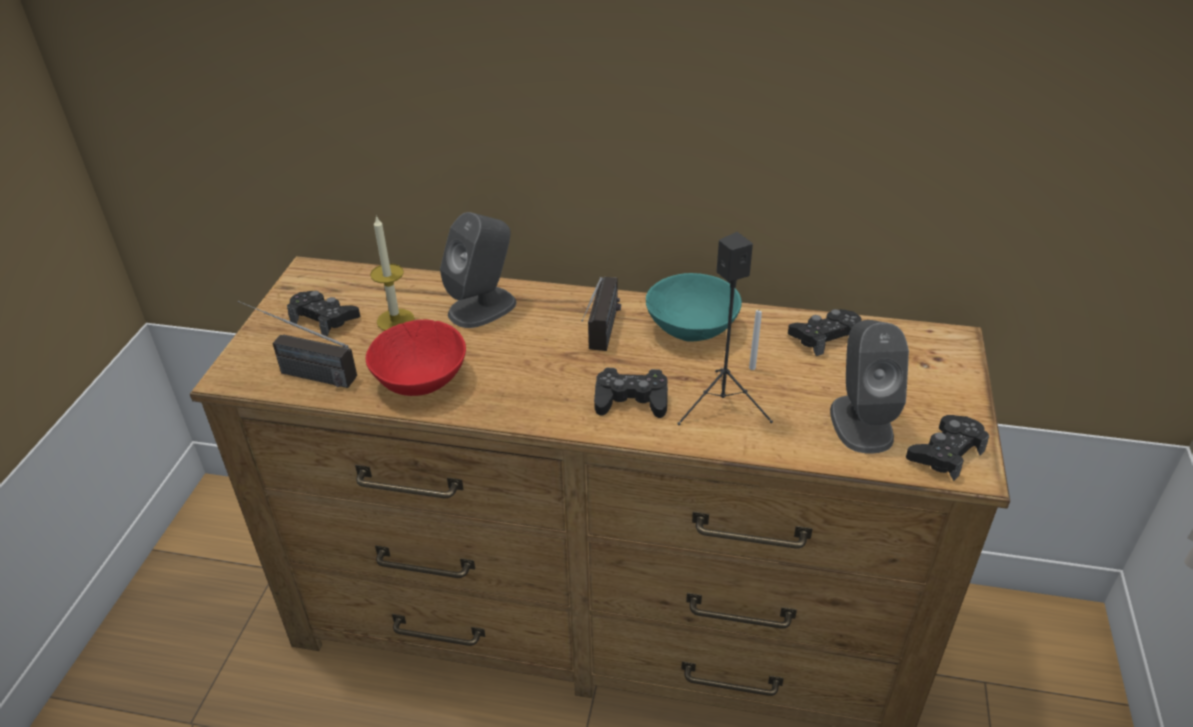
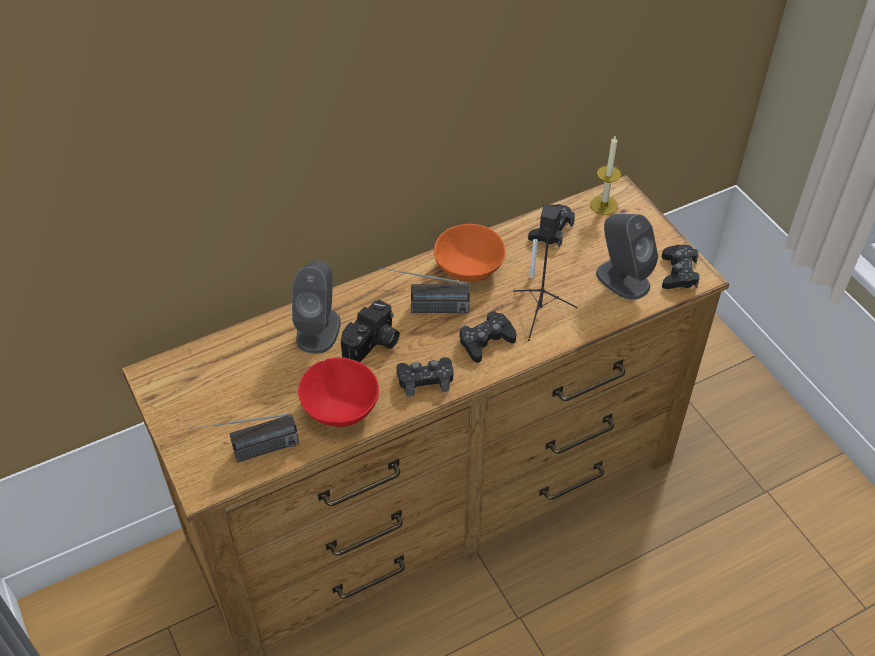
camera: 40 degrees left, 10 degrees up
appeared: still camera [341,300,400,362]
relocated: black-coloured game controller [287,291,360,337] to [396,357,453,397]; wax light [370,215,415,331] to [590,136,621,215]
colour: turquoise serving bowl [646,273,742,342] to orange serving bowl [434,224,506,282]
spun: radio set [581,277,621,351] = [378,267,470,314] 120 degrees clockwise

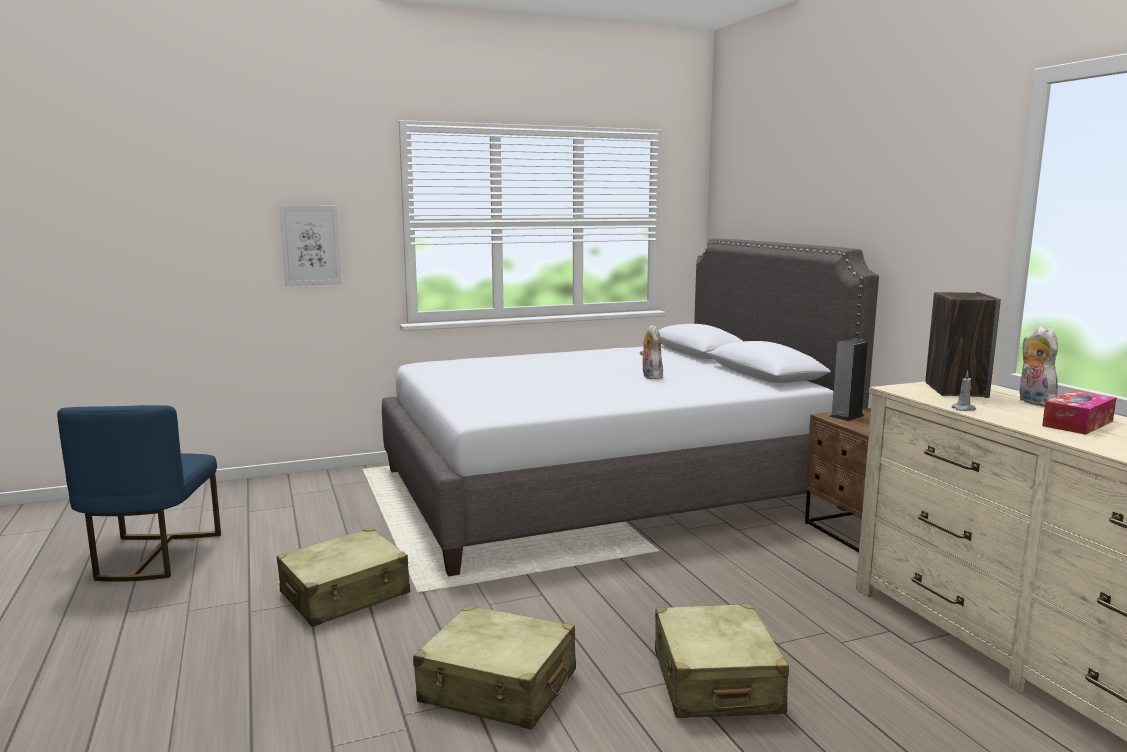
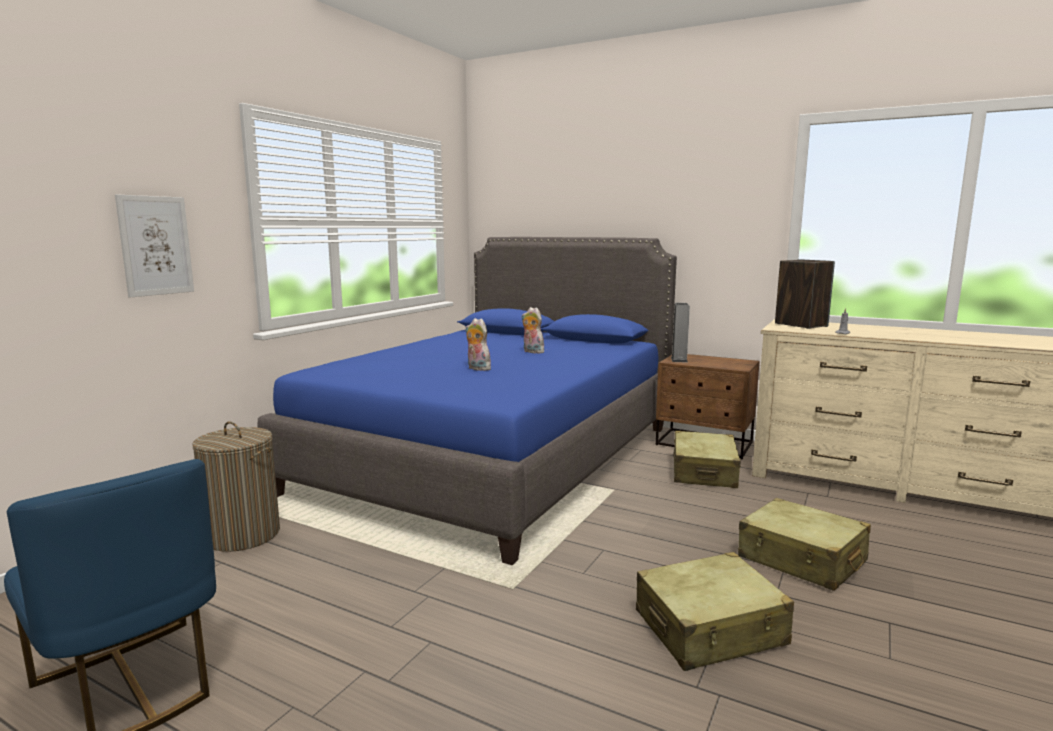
camera: 40 degrees left, 0 degrees up
missing: tissue box [1042,391,1117,435]
appeared: hamper [192,422,280,552]
relocated: beige-coloured piece of luggage [277,528,410,627] to [673,431,741,488]; cuddly toy [1019,326,1058,406] to [465,318,491,371]
colour: greyish bedroom bed [382,239,879,577] to bluish bedroom bed [257,237,677,565]

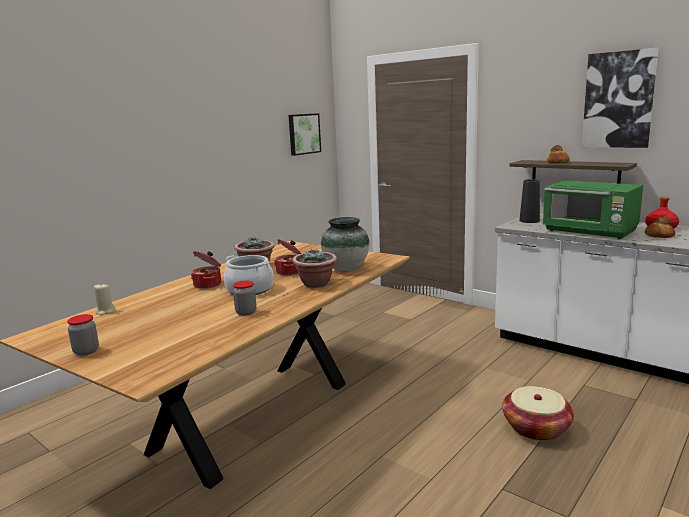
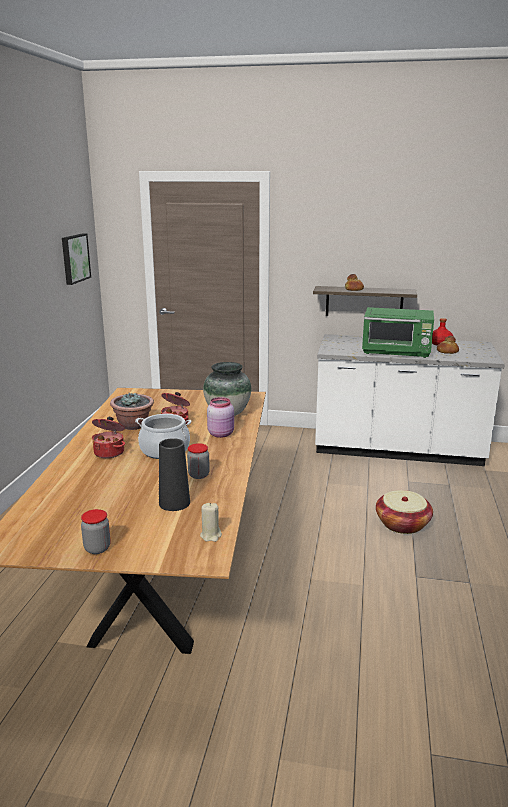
camera: 30 degrees left, 5 degrees up
missing: wall picture [582,48,659,148]
relocated: beige-coloured wax light [94,283,115,315] to [200,503,222,542]; black-coloured decorative vase [519,179,540,223] to [159,438,190,511]
exchanged: plant in a pot [292,249,337,288] to pinkish jar [207,397,234,438]

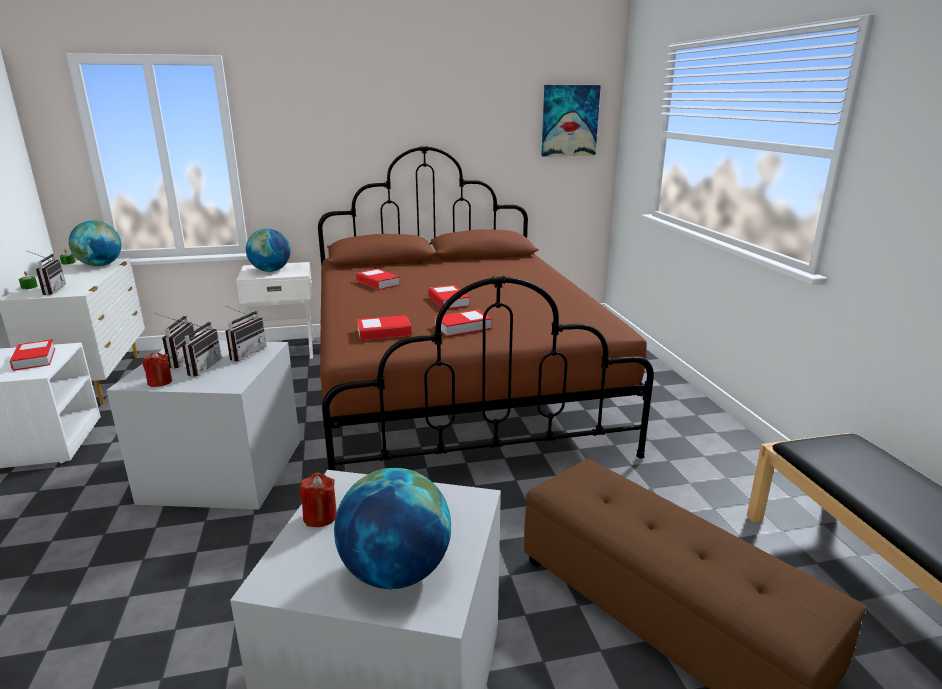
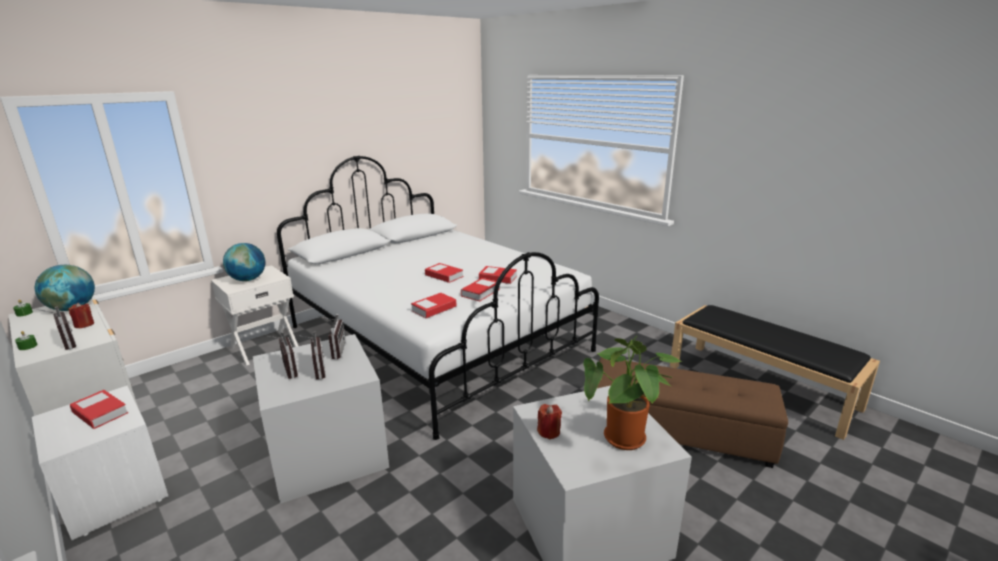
camera: 30 degrees left, 0 degrees up
missing: wall picture [541,85,601,157]
relocated: red-coloured wax light [142,352,172,387] to [68,303,94,328]; book [356,269,400,290] to [479,266,517,284]
exchanged: world globe [334,468,451,589] to plant in a pot [583,335,683,450]
colour: brown bedroom bed [318,146,654,471] to white bedroom bed [277,156,599,440]

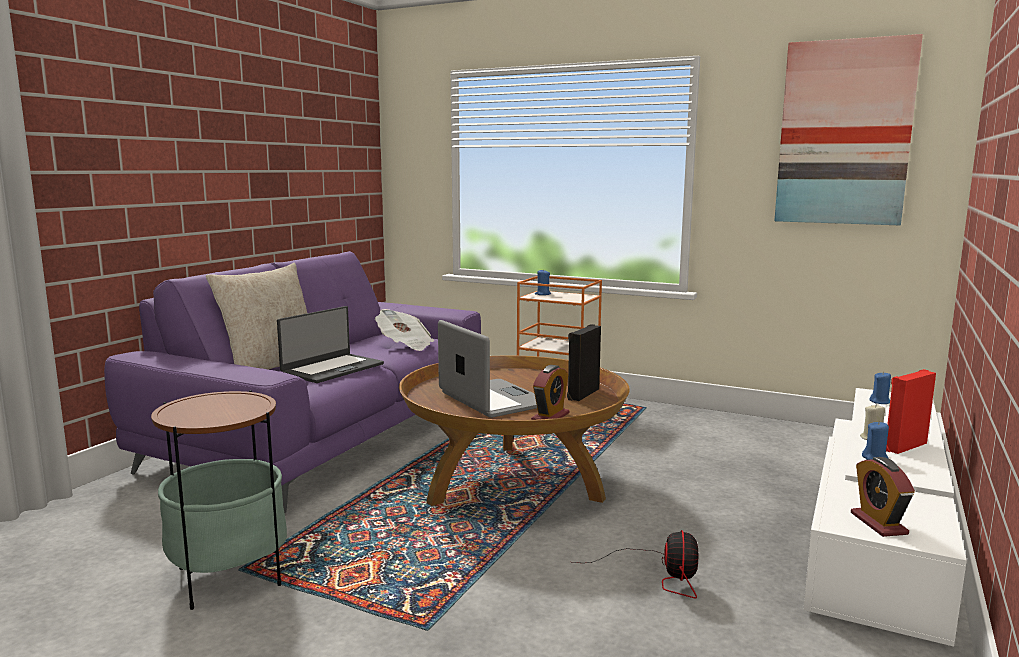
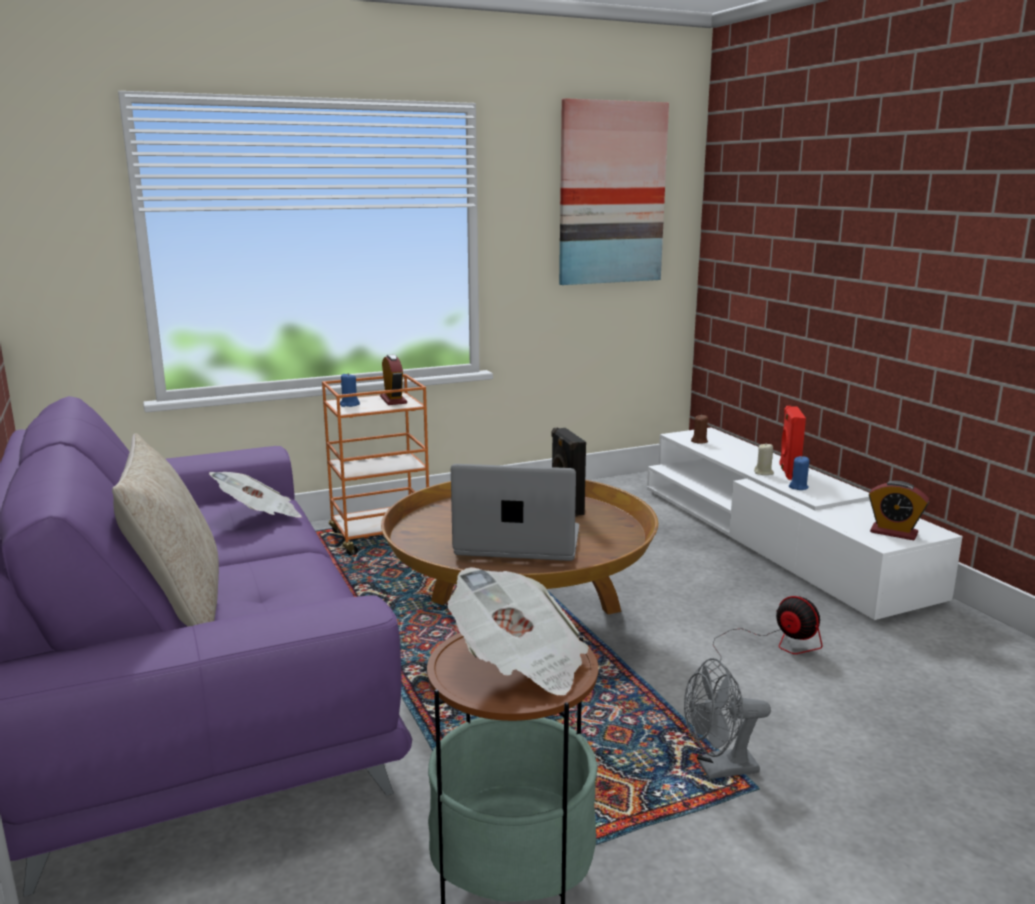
camera: 50 degrees left, 5 degrees up
missing: notebook computer [277,306,384,383]
appeared: printed paper [448,567,589,695]; greyish electric fan [684,658,771,779]
relocated: bedside clock [531,365,569,420] to [380,354,407,405]
colour: bluish wax light [869,372,891,404] to brown wax light [691,414,708,444]

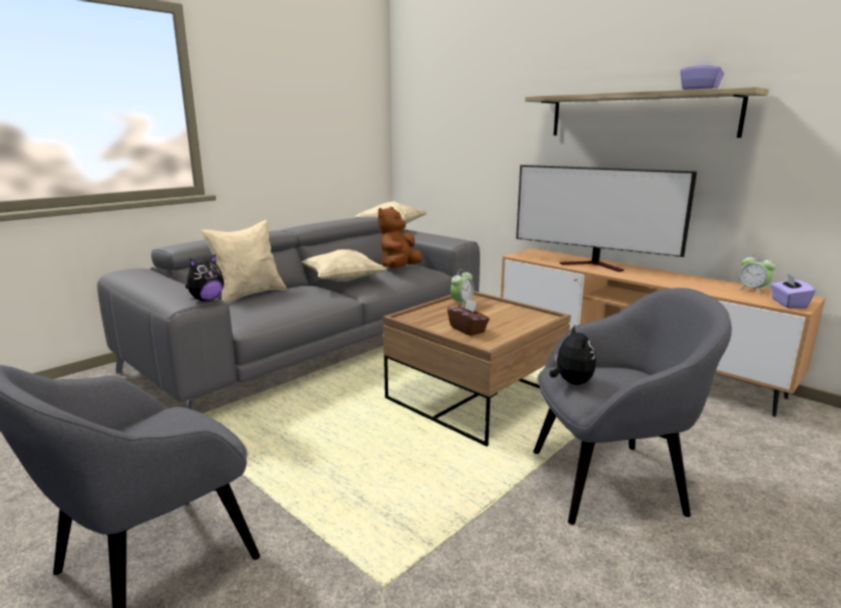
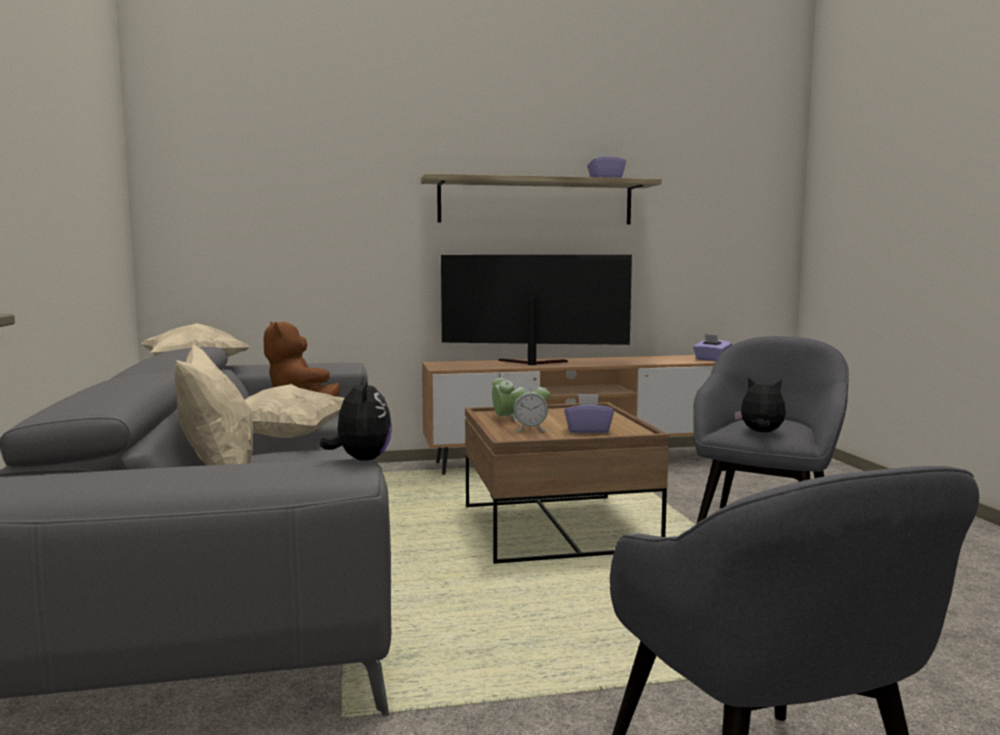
camera: 55 degrees left, 10 degrees down
relocated: bedside clock [737,253,776,295] to [511,381,551,432]
colour: brown tissue box [447,299,489,336] to purple tissue box [564,394,614,433]
spun: TV [516,165,697,272] = [441,255,632,365] 150 degrees counterclockwise

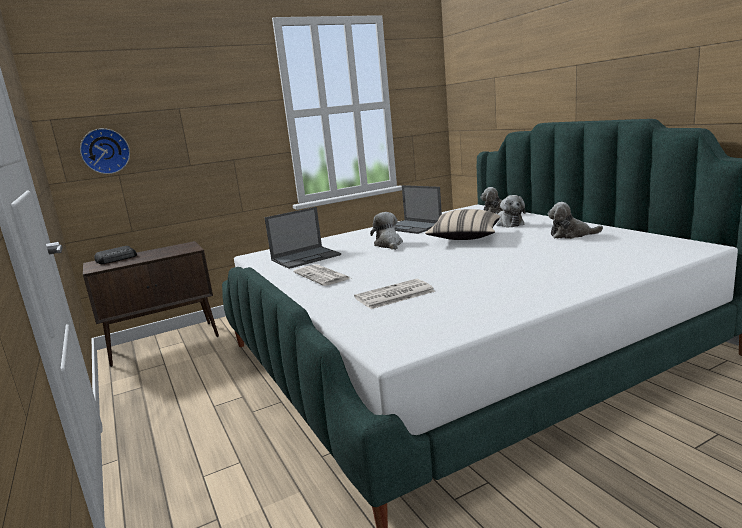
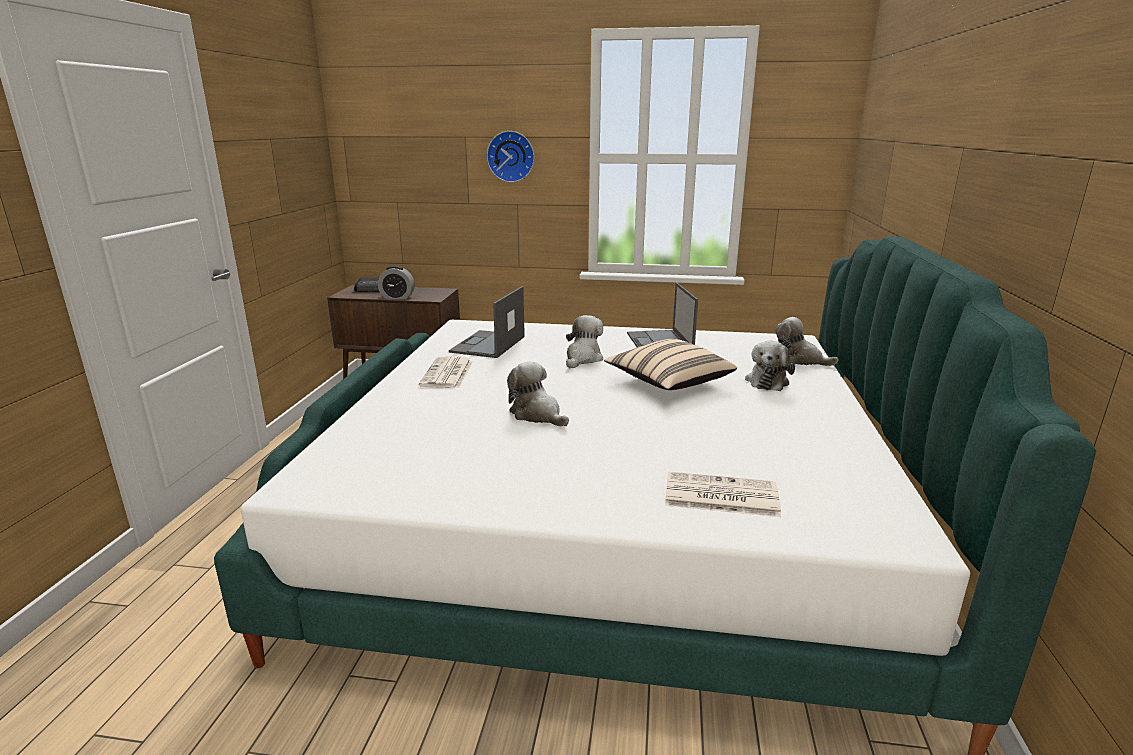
camera: 35 degrees right, 5 degrees up
appeared: bedside clock [378,266,415,299]
relocated: clock on the wall [80,128,130,174] to [487,131,534,182]; printed paper [354,279,435,309] to [665,472,781,517]; cuddly toy [548,202,603,239] to [507,361,569,427]
spun: notebook computer [264,207,341,269] = [449,286,525,358] 105 degrees clockwise

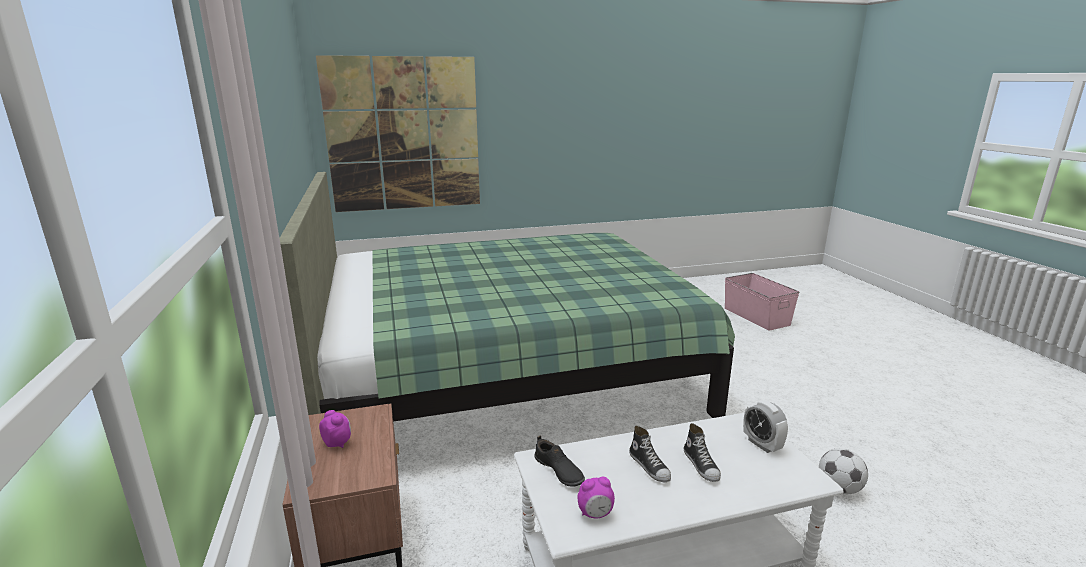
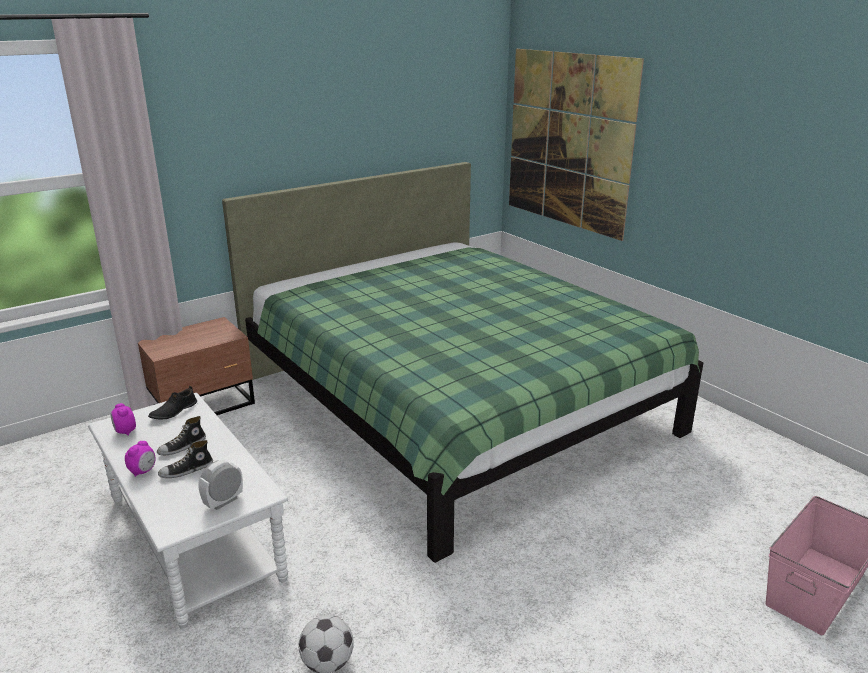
camera: 70 degrees right, 5 degrees up
relocated: bedside clock [319,410,351,448] to [125,441,156,477]

